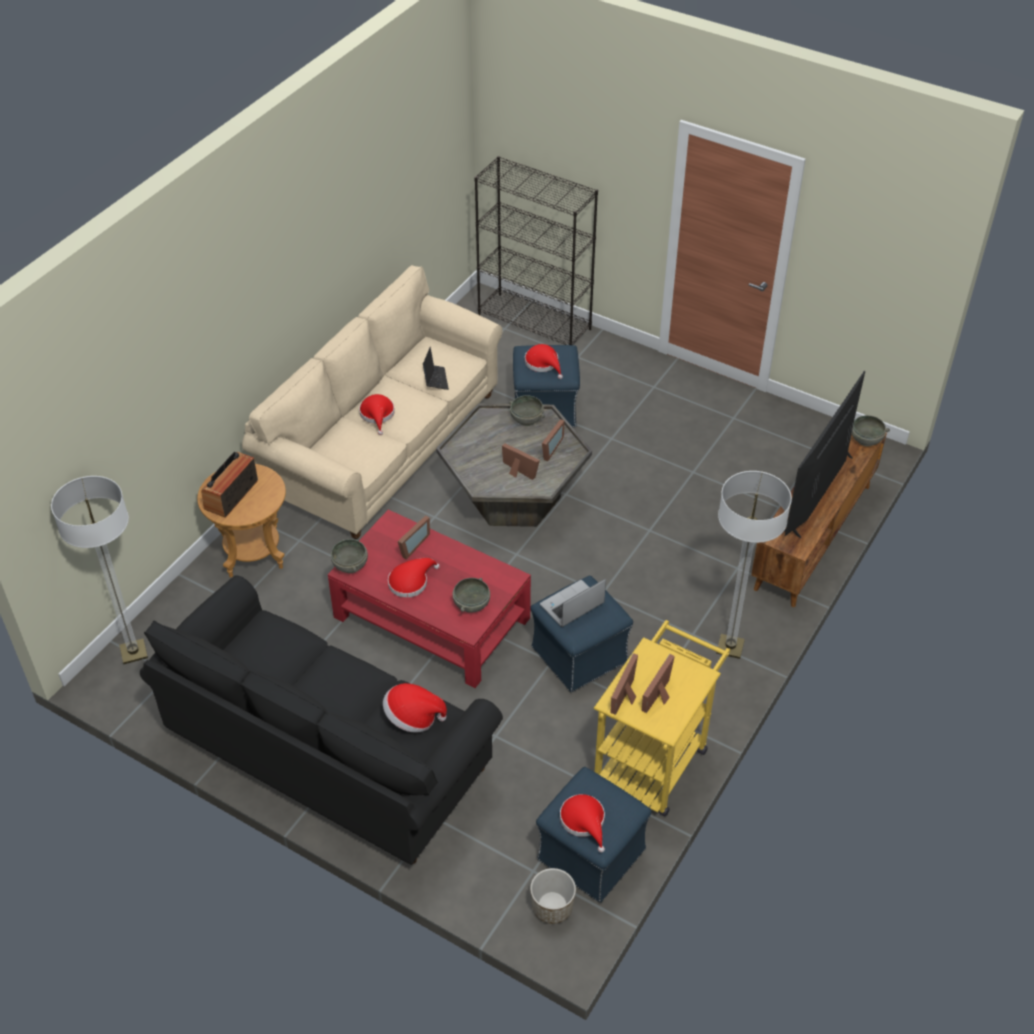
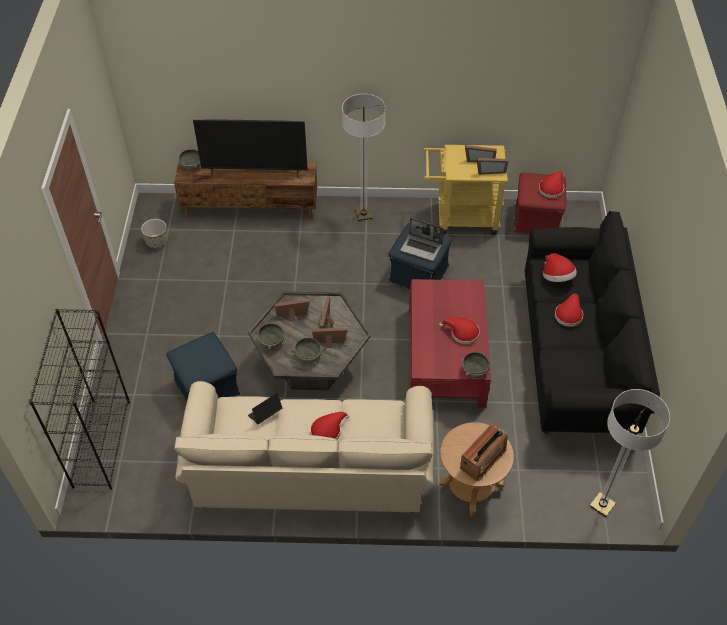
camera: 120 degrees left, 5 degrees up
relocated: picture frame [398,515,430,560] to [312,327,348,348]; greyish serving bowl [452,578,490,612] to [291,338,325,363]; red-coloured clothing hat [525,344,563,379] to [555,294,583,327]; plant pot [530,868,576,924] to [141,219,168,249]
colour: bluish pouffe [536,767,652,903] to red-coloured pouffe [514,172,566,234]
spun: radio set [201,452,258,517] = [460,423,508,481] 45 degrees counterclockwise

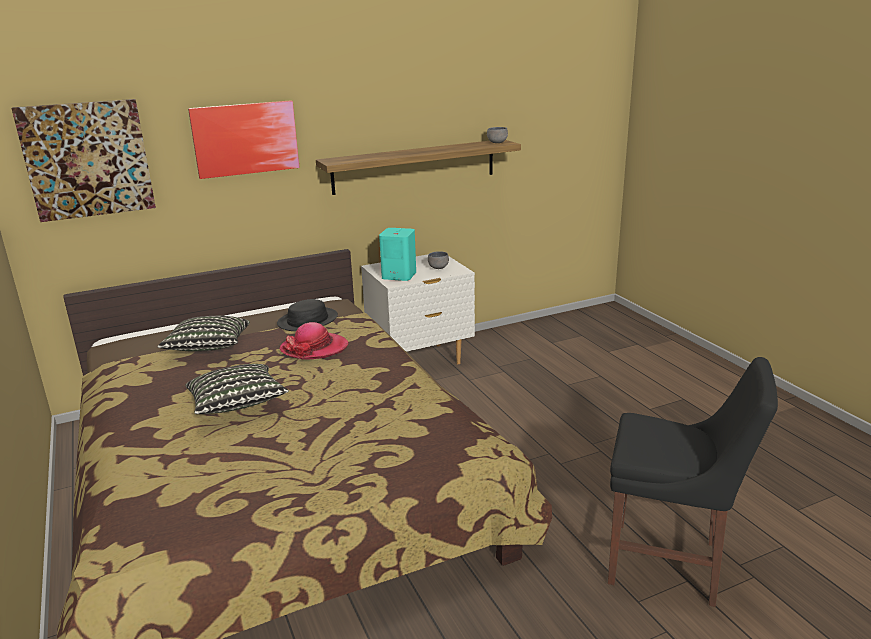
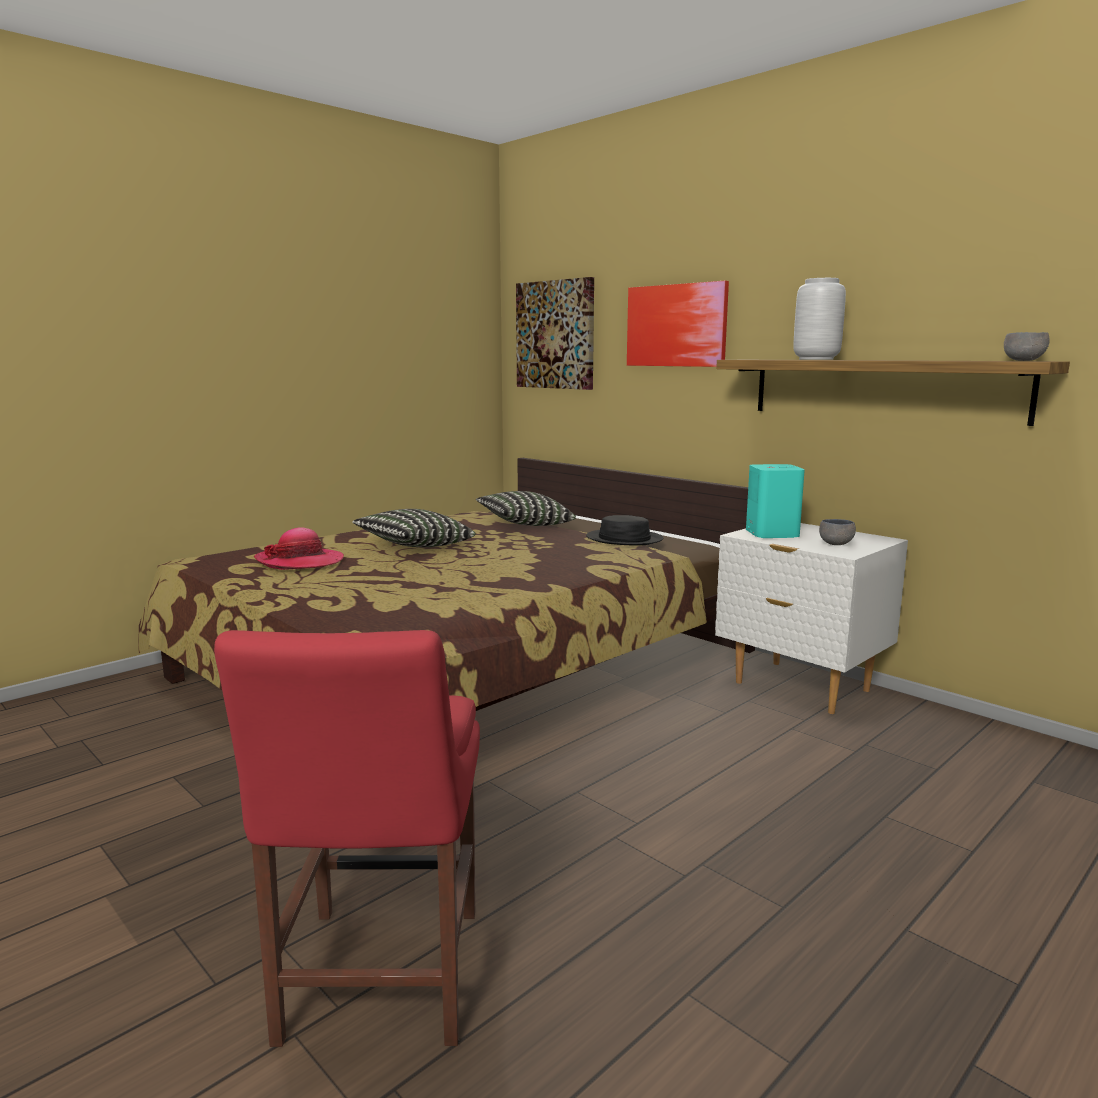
camera: 70 degrees right, 10 degrees down
appeared: greyish decorative vase [793,278,846,360]
relocated: clothing hat [280,322,349,360] to [254,527,344,570]
colour: black-coloured upright chair [608,357,778,607] to red-coloured upright chair [214,630,480,1047]

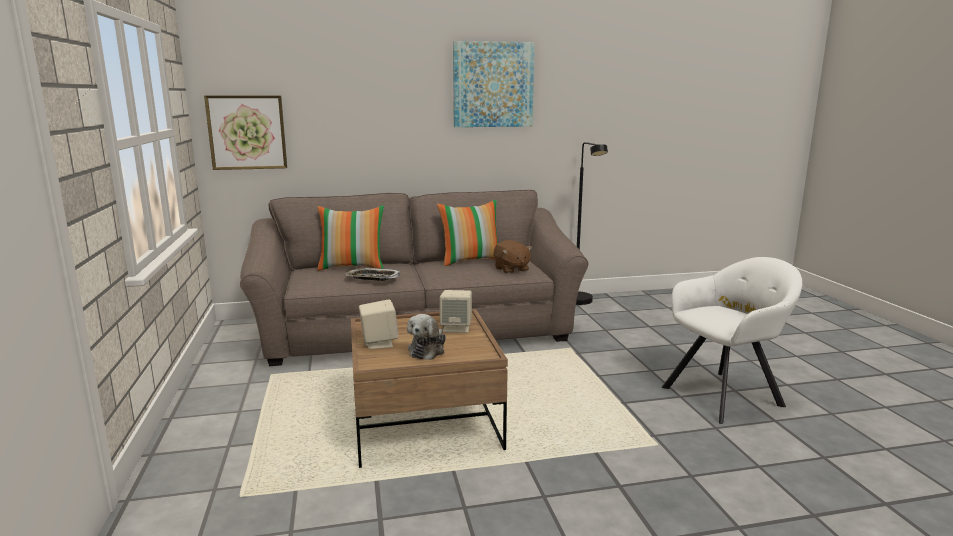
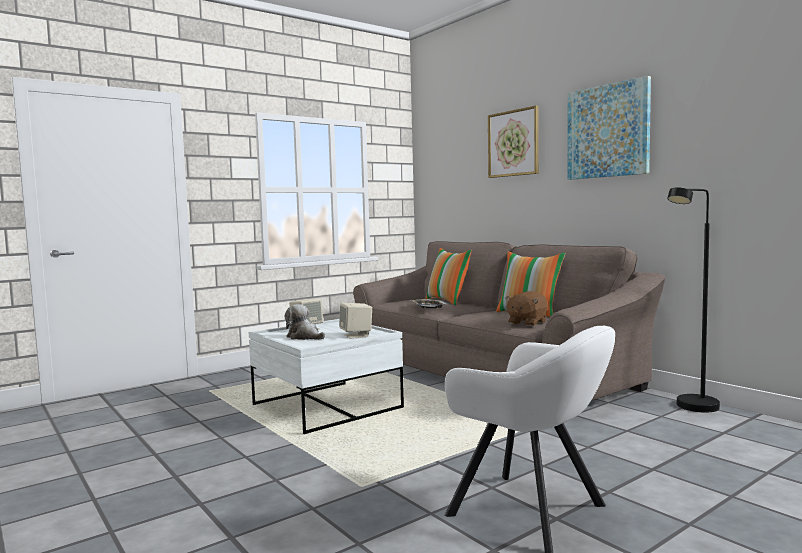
camera: 65 degrees right, 10 degrees down
relocated: wall picture [204,96,287,170] to [488,105,539,178]
colour: brown low table [351,309,508,468] to white low table [249,319,404,434]
spun: cuddly toy [407,314,446,360] = [285,304,325,340] 45 degrees clockwise

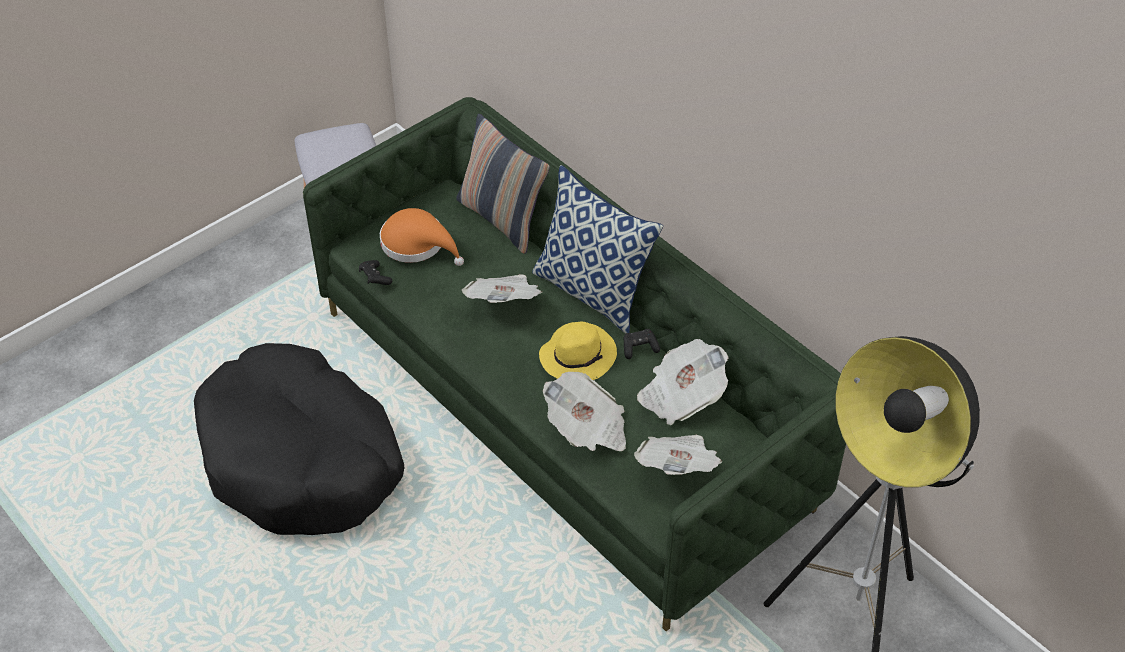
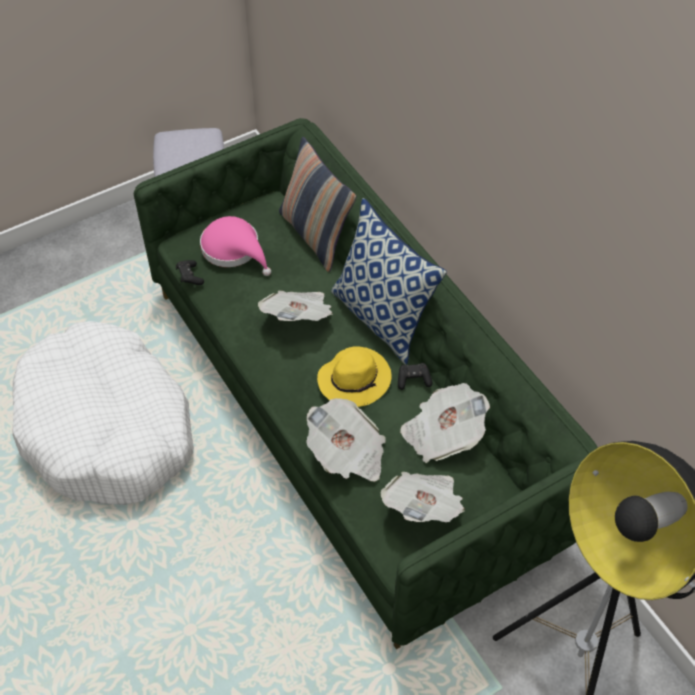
camera: 10 degrees right, 5 degrees up
colour: black-coloured dog cushion [194,343,404,535] to white dog cushion [12,321,194,505]; orange clothing hat [380,208,464,266] to pinkish clothing hat [200,216,271,276]

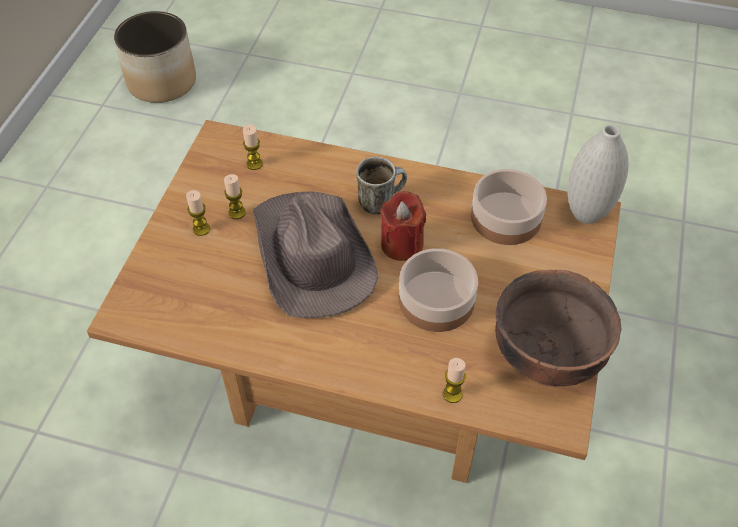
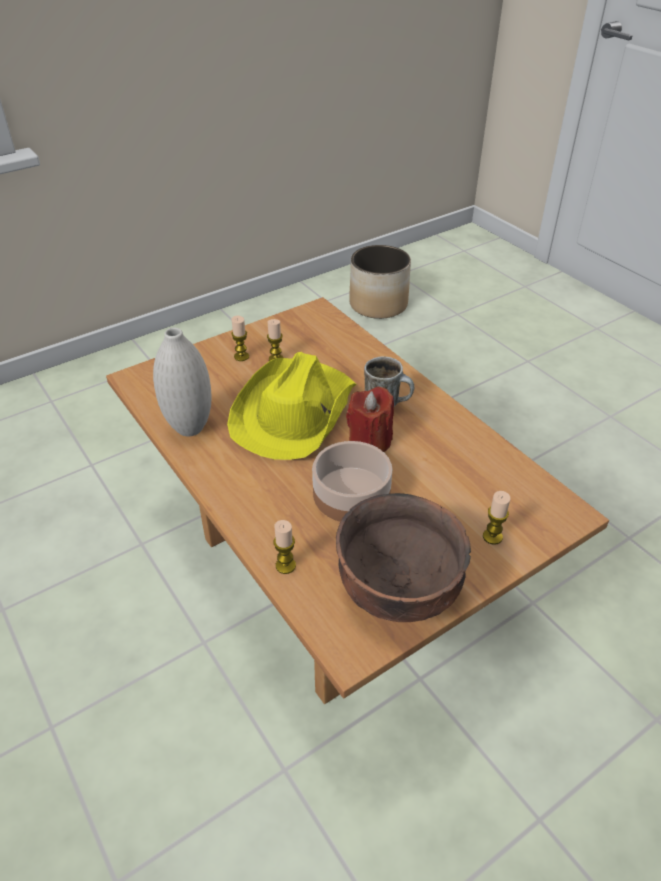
camera: 40 degrees right, 10 degrees down
missing: serving bowl [471,169,547,245]
relocated: wax light [243,124,263,170] to [483,491,510,545]; white decorative vase [567,125,629,224] to [153,328,211,437]
colour: brown clothing hat [253,192,378,318] to yellow-coloured clothing hat [227,352,357,460]

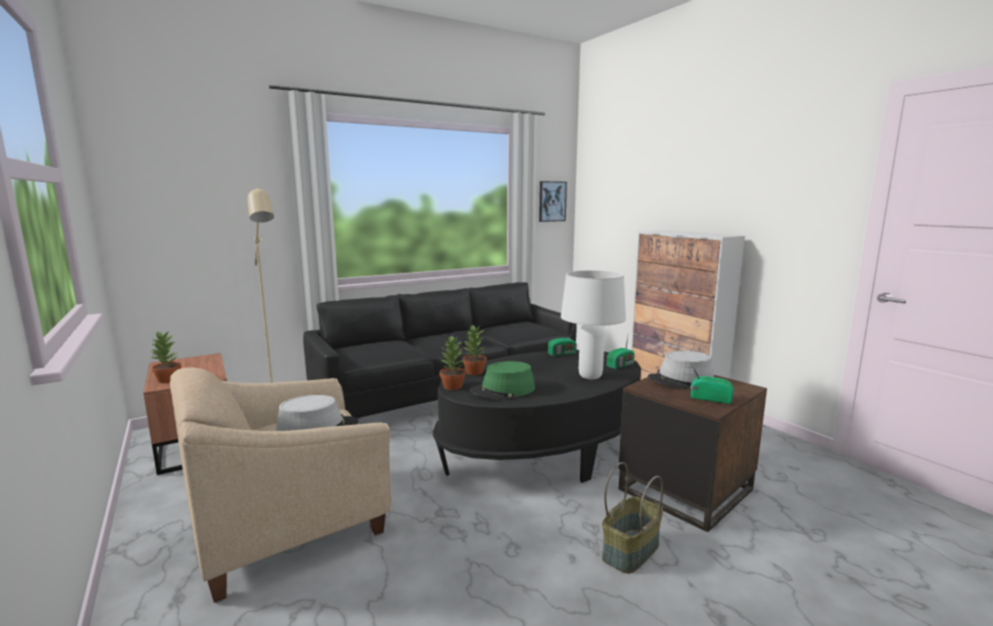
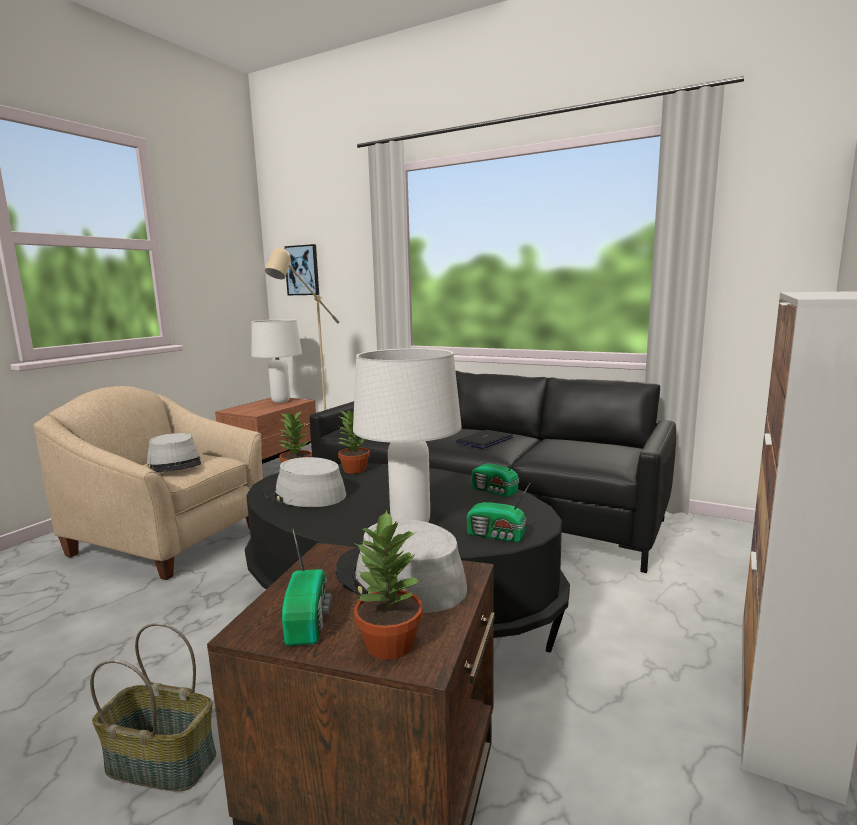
camera: 60 degrees right, 0 degrees up
appeared: white table lamp [251,319,302,403]
relocated: plant in a pot [150,330,181,383] to [354,510,423,660]; wall picture [539,181,567,222] to [285,244,319,295]
colour: green clothing hat [470,361,535,400] to greyish clothing hat [263,457,346,507]

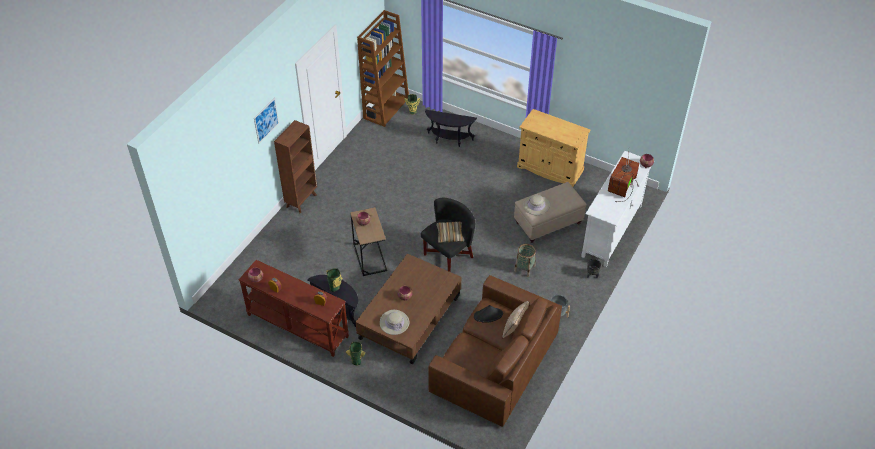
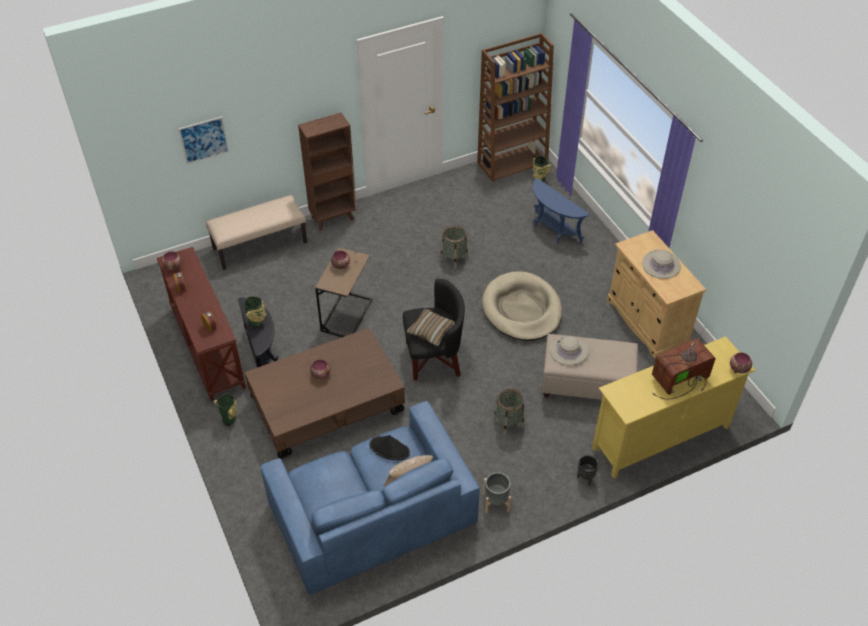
camera: 35 degrees right, 0 degrees up
appeared: beige-coloured bench [206,195,307,270]; household basket [440,225,468,269]; beige-coloured dog cushion [482,271,562,341]
relocated: wall picture [254,98,279,144] to [179,116,229,164]; beige-coloured clothing hat [380,310,409,335] to [642,250,681,279]
colour: black-coloured accent table [425,110,477,147] to bluish accent table [533,178,590,244]; brown settee [428,275,562,427] to bluish settee [260,401,480,595]; white tv unit [581,151,652,267] to yellow-coloured tv unit [592,336,756,478]

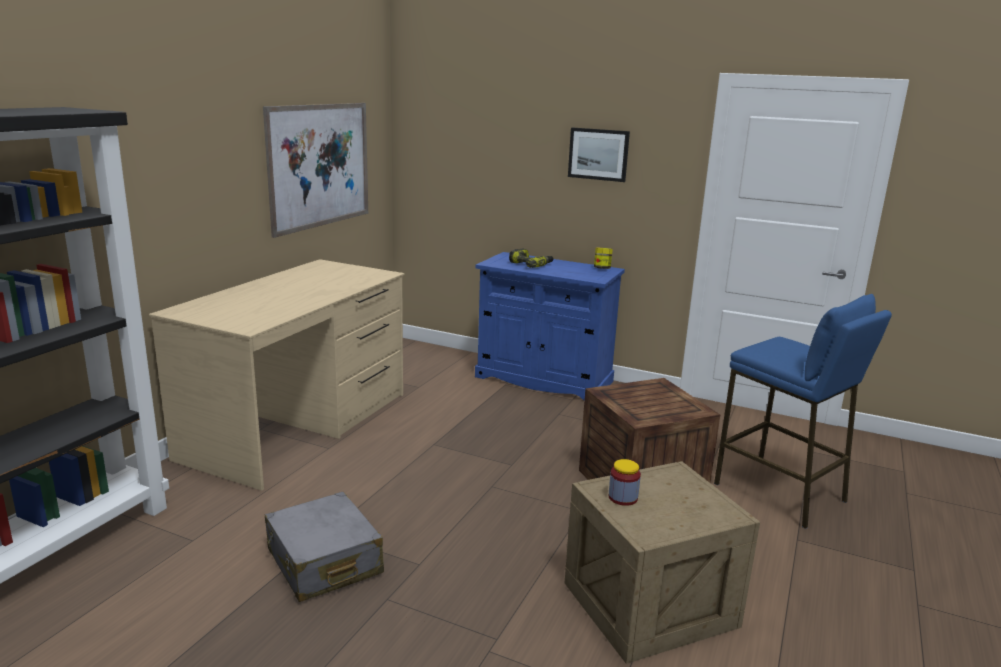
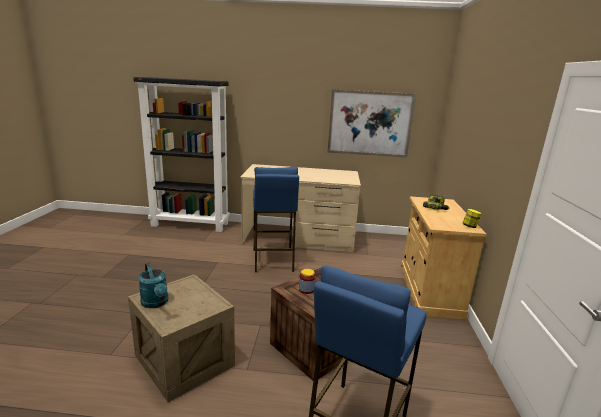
camera: 70 degrees right, 0 degrees up
missing: greyish piece of luggage [265,492,384,602]; wall picture [568,127,630,182]
appeared: turquoise watering can [138,263,168,308]; bluish stool seat [253,167,299,273]
relocated: jar [609,459,641,506] to [299,269,316,294]
colour: bluish cupboard [475,252,625,400] to beige-coloured cupboard [401,196,486,320]

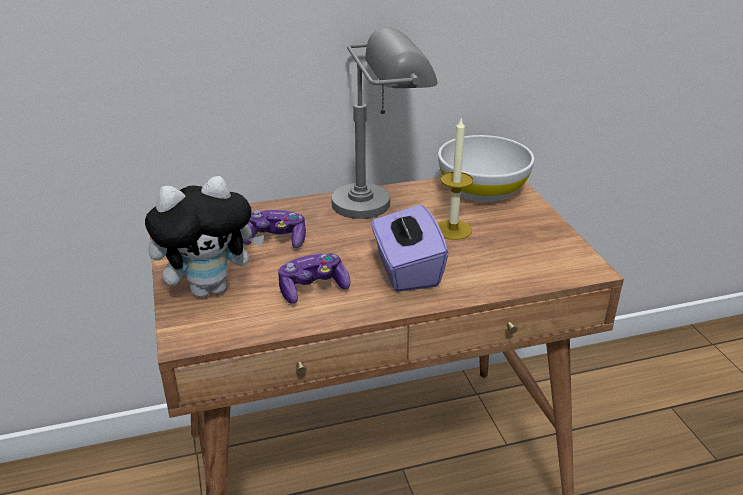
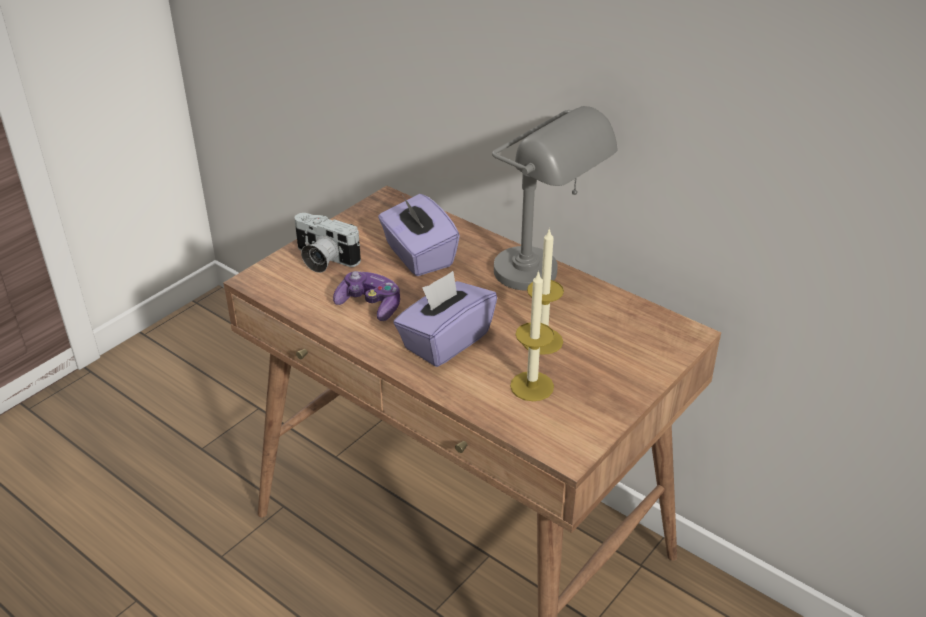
camera: 55 degrees right, 5 degrees up
missing: white serving bowl [438,135,535,202]
appeared: wax light [510,270,554,401]
exchanged: cuddly toy [145,176,265,298] to still camera [295,213,361,273]; game controller [243,210,306,248] to purple tissue box [378,194,460,276]

